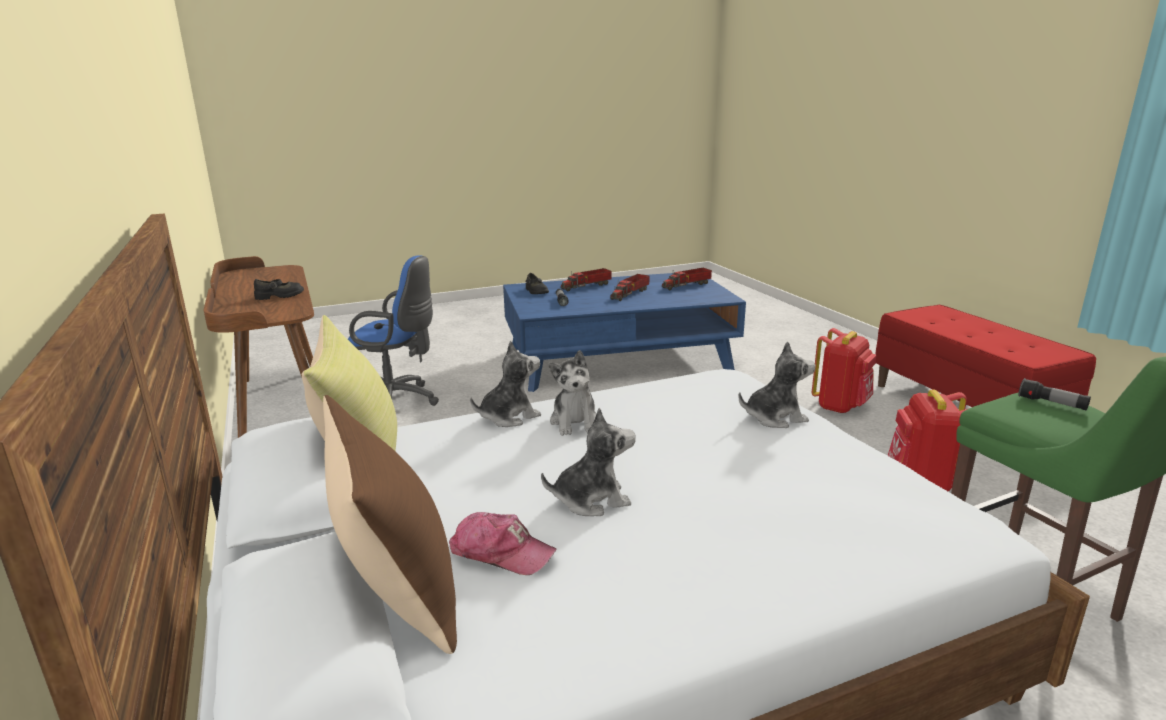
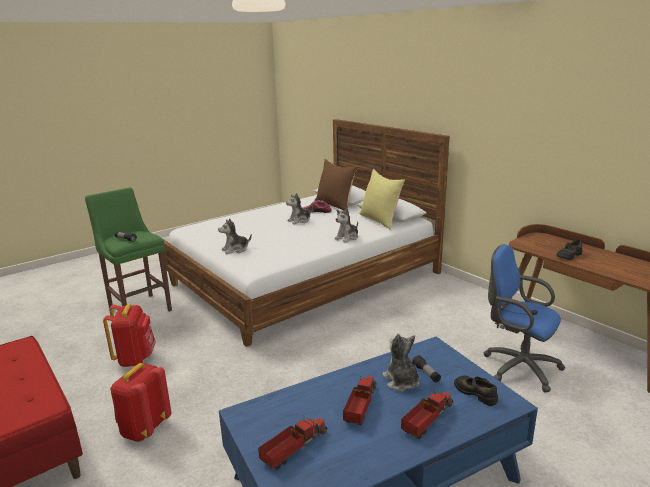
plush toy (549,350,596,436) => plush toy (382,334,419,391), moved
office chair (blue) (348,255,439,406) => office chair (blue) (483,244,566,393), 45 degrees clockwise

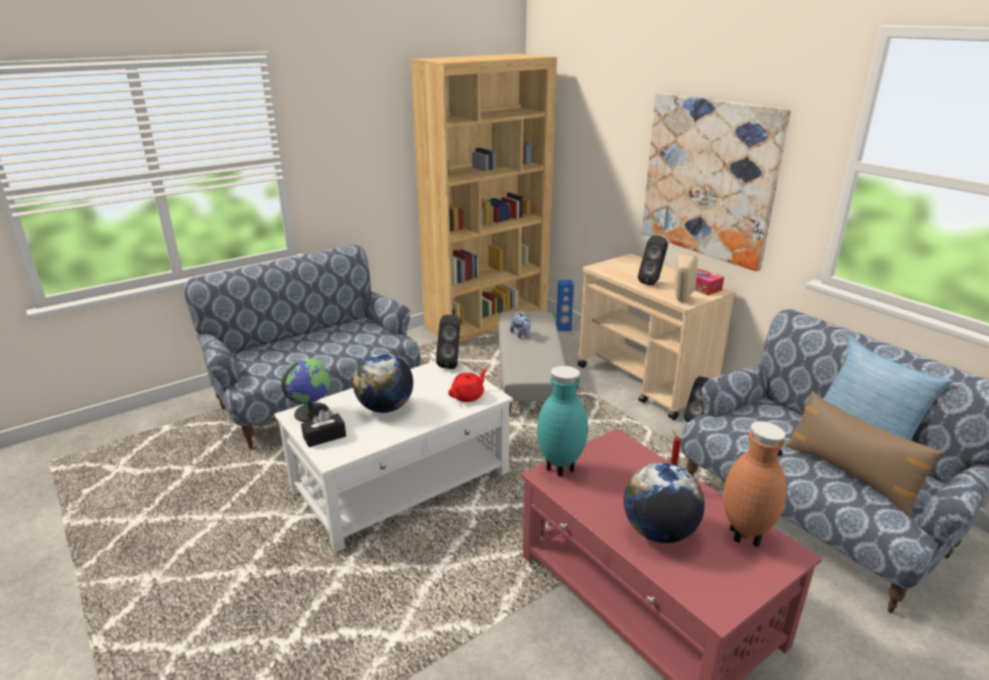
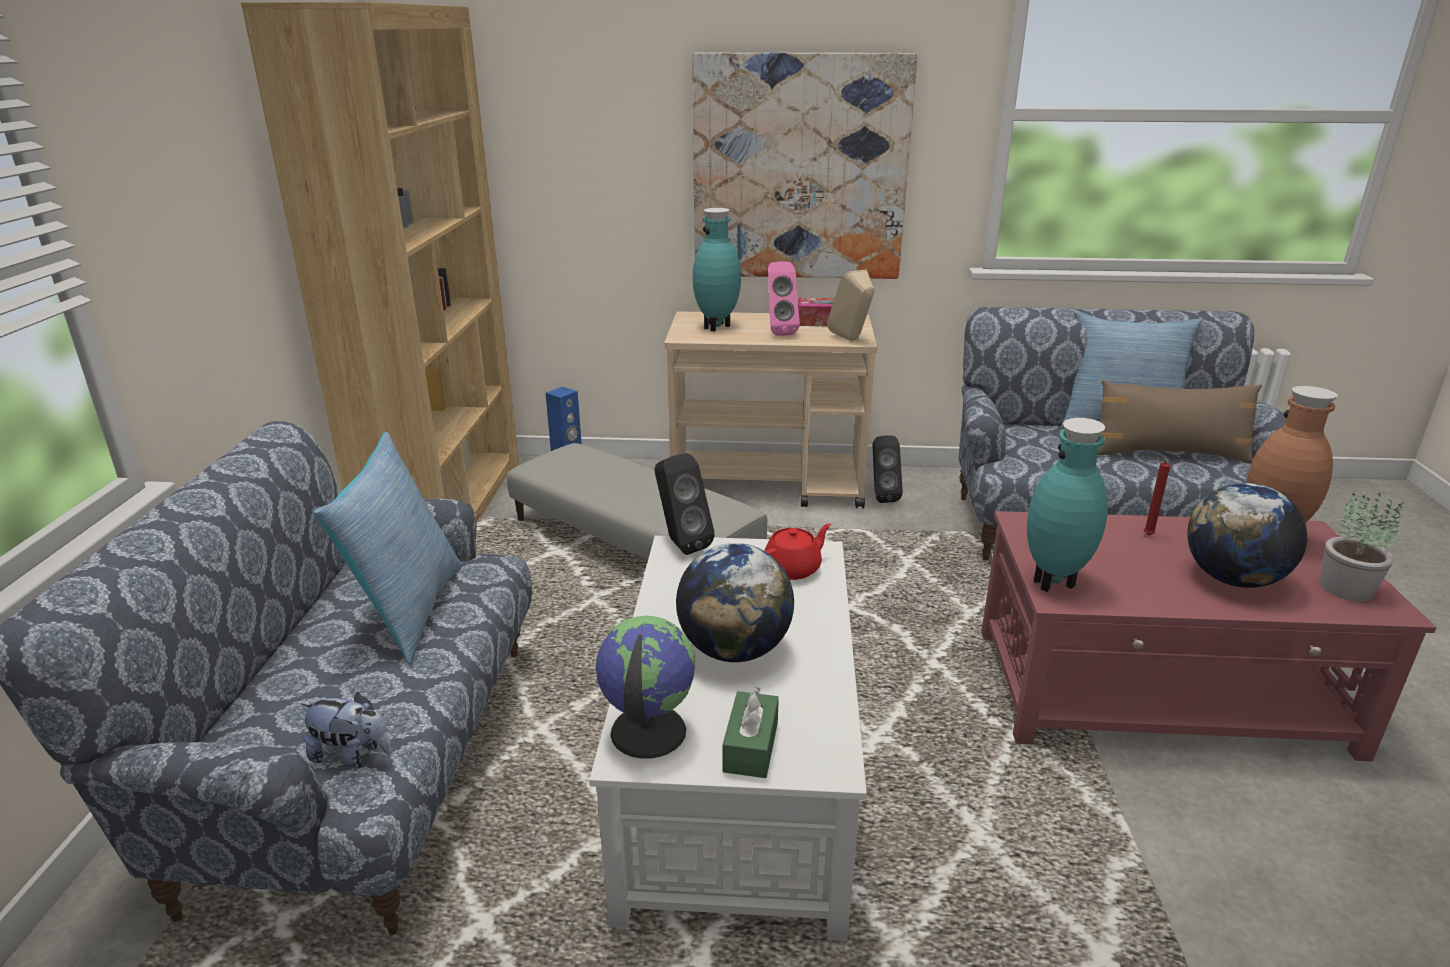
nothing => pillow (313,432,462,665)
nothing => vase (turquoise) (692,208,741,331)
nothing => potted plant (1320,493,1404,602)
plush toy (510,312,531,338) => plush toy (300,692,392,768), moved
tissue box (black) (301,410,346,447) => tissue box (green) (722,687,779,778)
speaker (black) (638,236,668,286) => speaker (pink) (768,262,800,336)
teapot (red) (448,369,487,402) => teapot (red) (764,524,831,580), 60 degrees clockwise

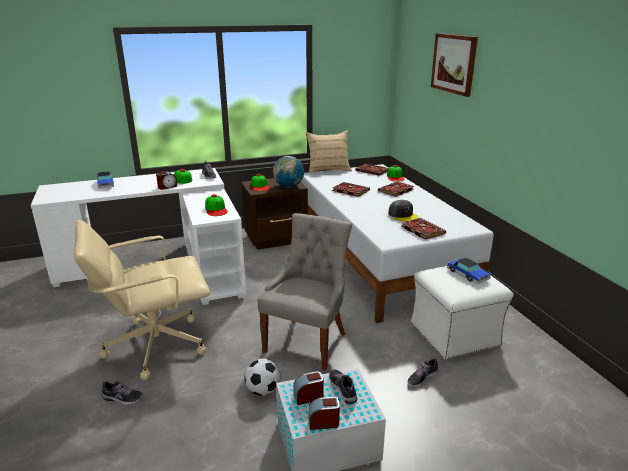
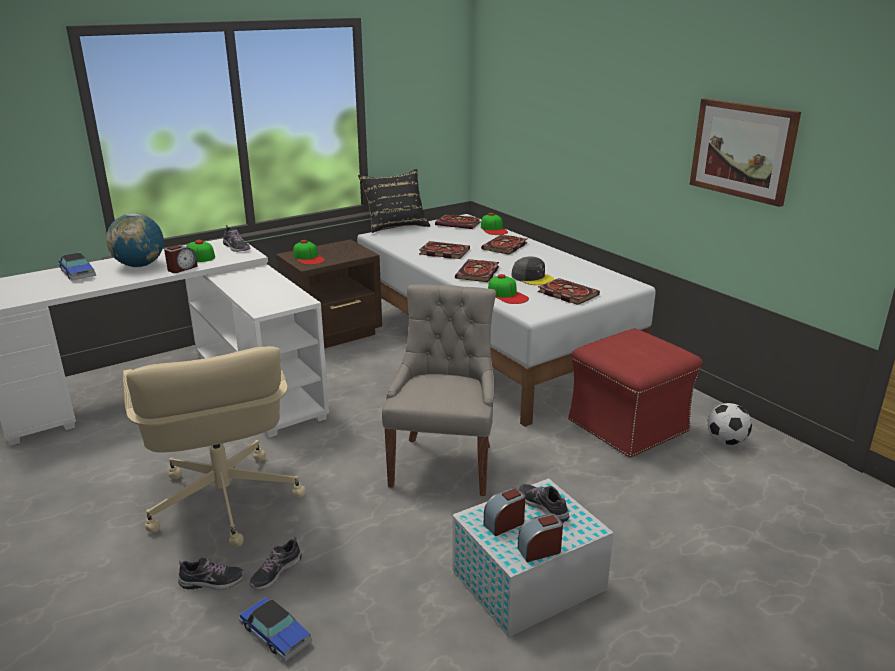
nothing => book (455,259,499,282)
cap (205,194,228,216) => cap (488,274,529,304), moved
football (245,359,280,396) => football (707,403,752,445), moved
globe (273,156,304,188) => globe (106,213,164,267), moved
shoe (408,357,438,387) => shoe (249,536,302,590), moved
picture (431,33,478,97) => picture (689,99,801,207), moved
toy car (447,258,491,284) => toy car (239,597,312,661), moved
pillow (beige) (305,131,352,173) => pillow (black) (358,169,430,233)
ottoman (white) (411,266,514,359) => ottoman (red) (568,329,703,458)
office chair (beige) (74,220,210,380) => office chair (beige) (123,346,306,547), 75 degrees counterclockwise

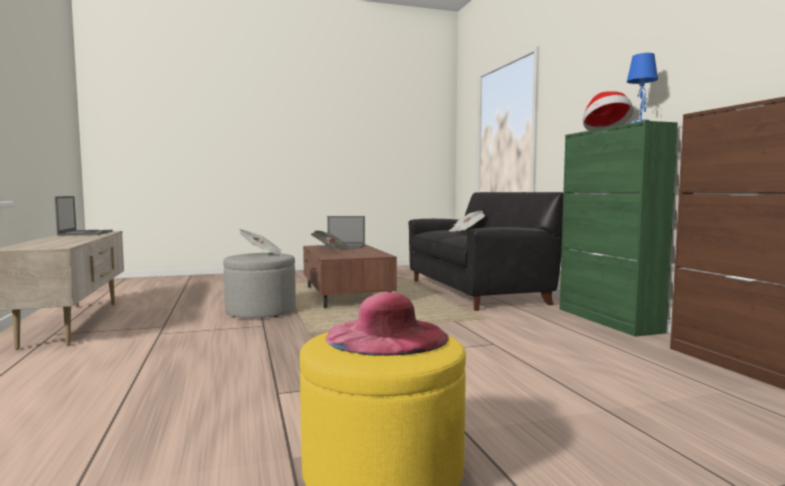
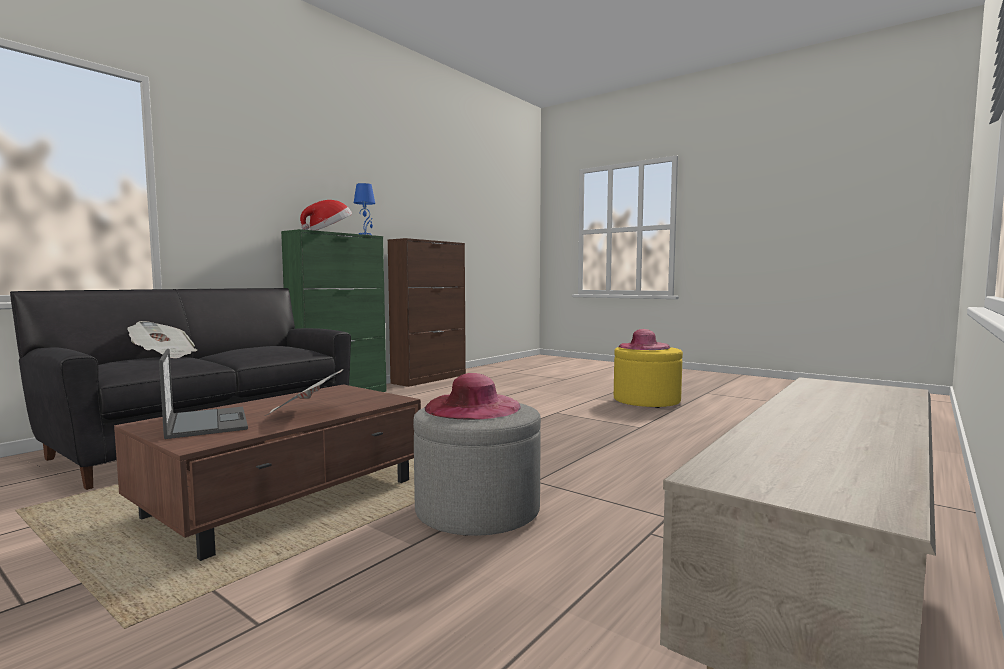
laptop (55,196,113,236) => nothing
newspaper (239,229,282,255) => hat (pink) (425,373,521,420)

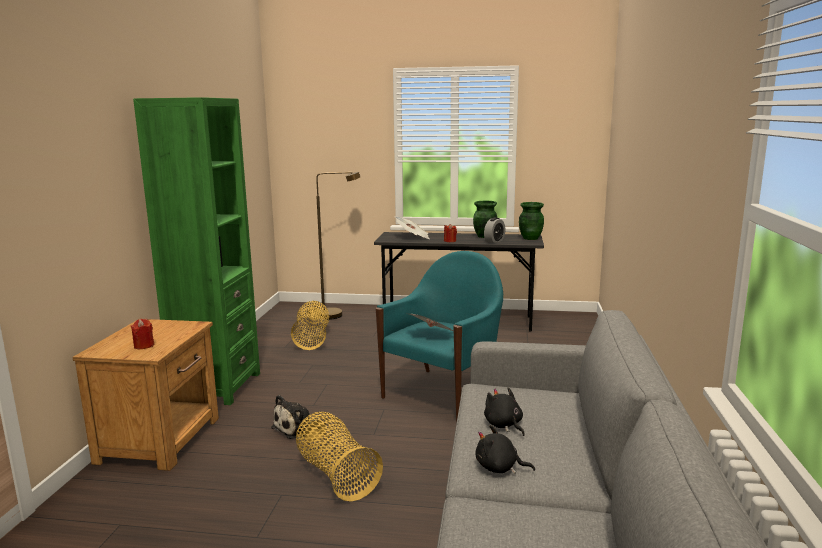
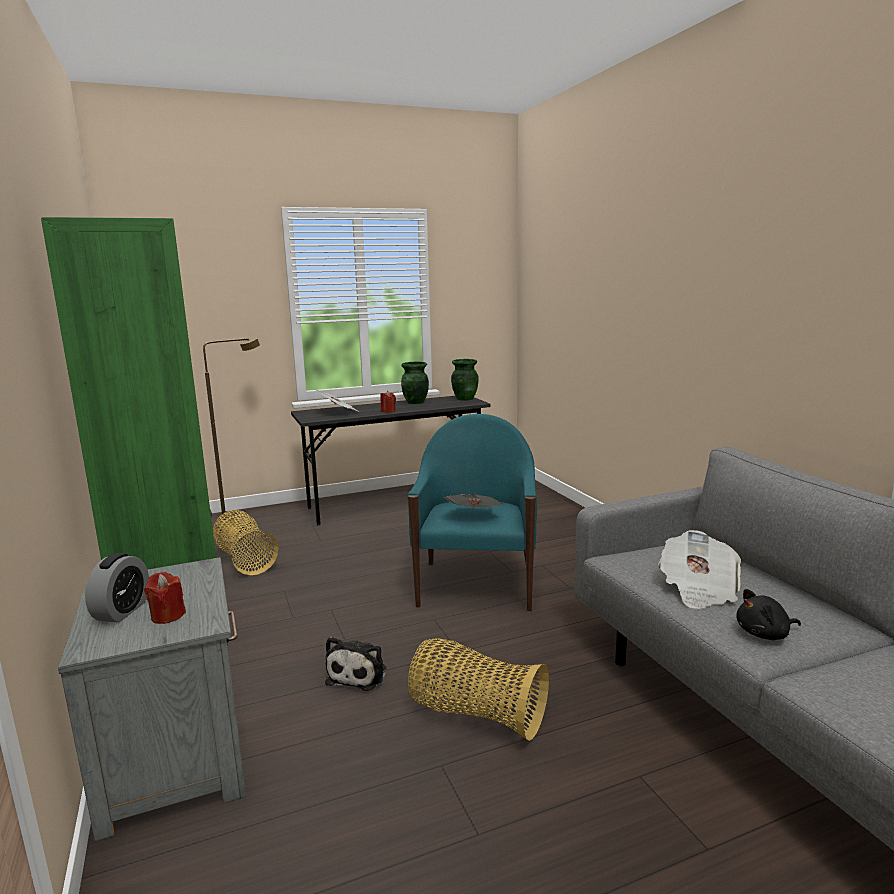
alarm clock (484,217,505,243) => alarm clock (85,553,149,623), moved
plush toy (black) (484,387,525,436) => newspaper (658,530,741,609)
nightstand (brown) (73,319,219,471) => nightstand (grey) (58,557,246,842)

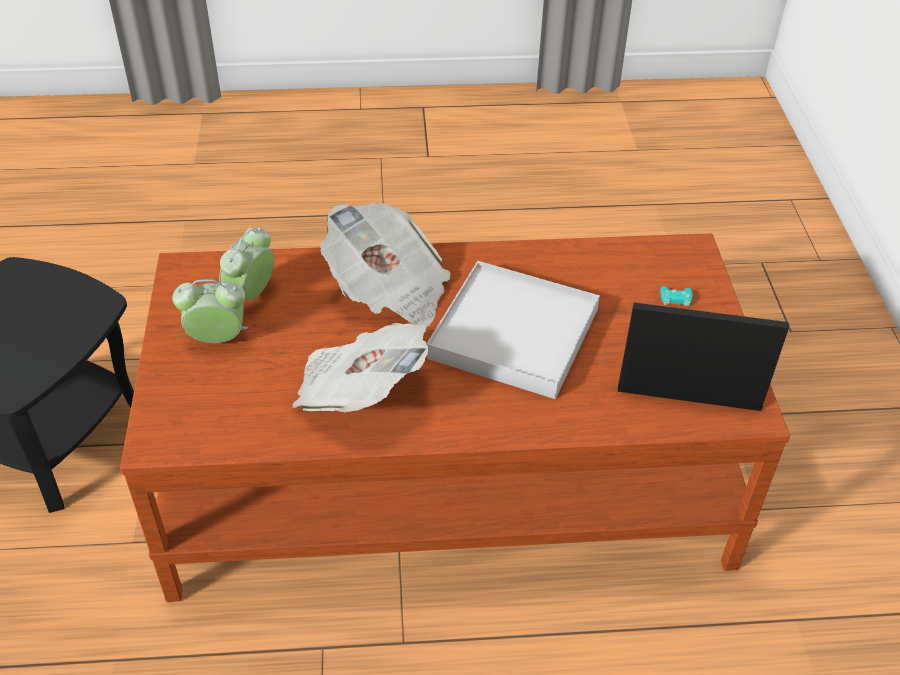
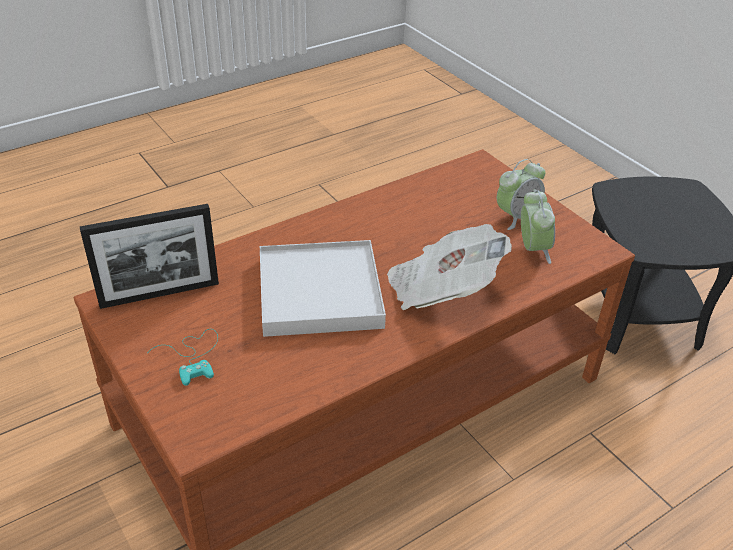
newspaper (292,323,428,412) => nothing

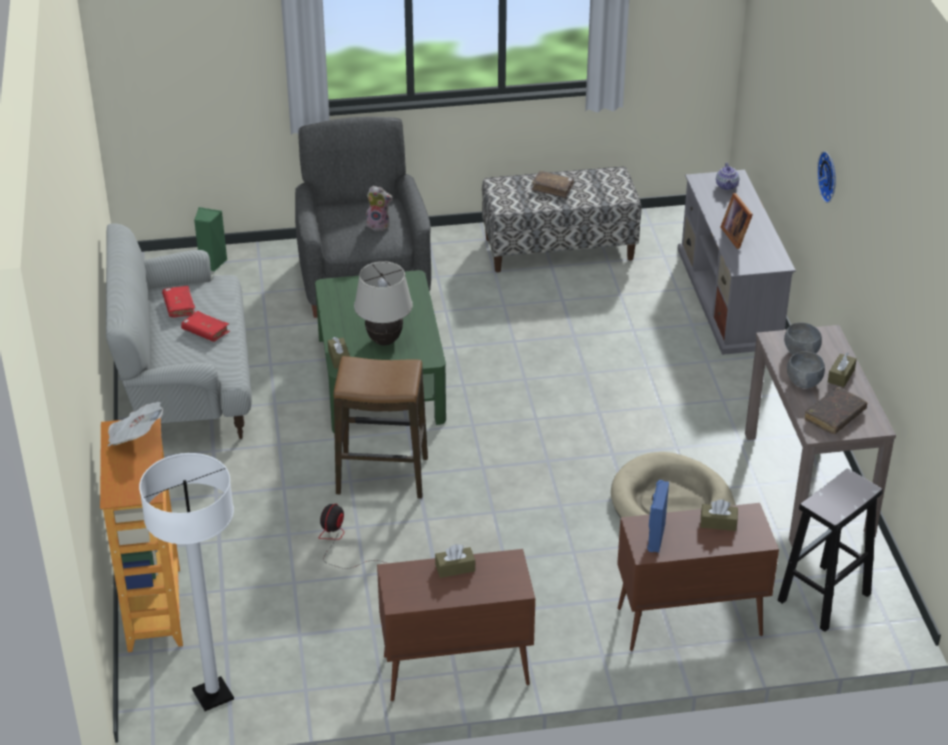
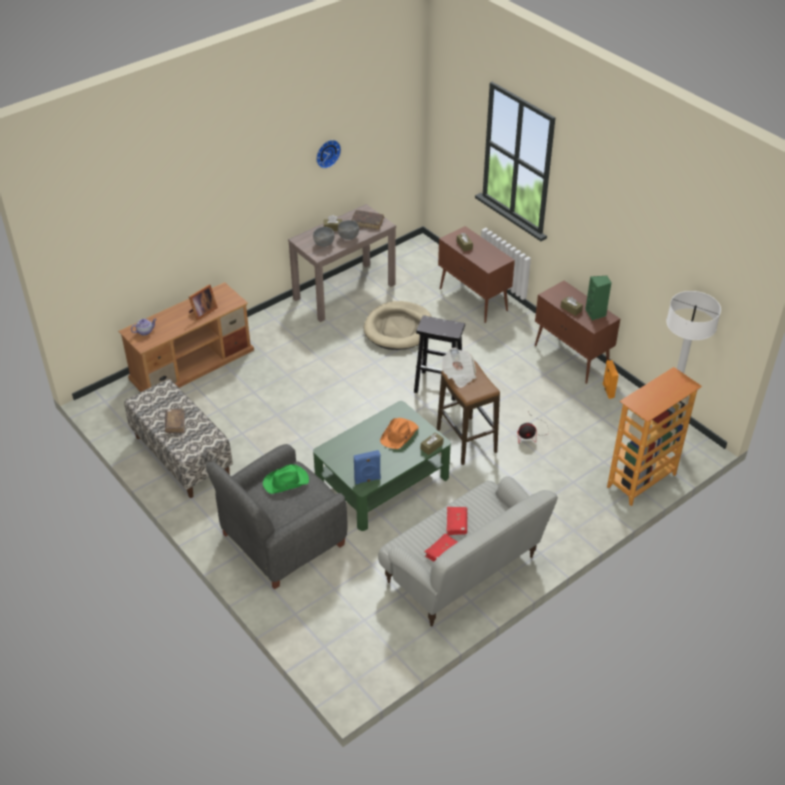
nothing => speaker (orange) (603,360,619,399)
newspaper (108,402,163,446) => newspaper (442,348,476,388), moved
speaker (green) (194,207,227,272) => speaker (green) (585,276,612,321), moved
speaker (blue) (647,480,669,552) => speaker (blue) (354,450,381,484), moved
stool (black) (778,468,883,632) => stool (black) (414,315,465,401), moved
wall clock (817,151,836,203) => wall clock (316,140,341,169), moved
table lamp (beige) (354,261,413,346) => hat (orange) (380,418,419,449)
plush toy (366,186,393,231) => hat (green) (263,464,309,494)
tv stand (grey) (677,170,796,355) => tv stand (brown) (118,282,254,392)

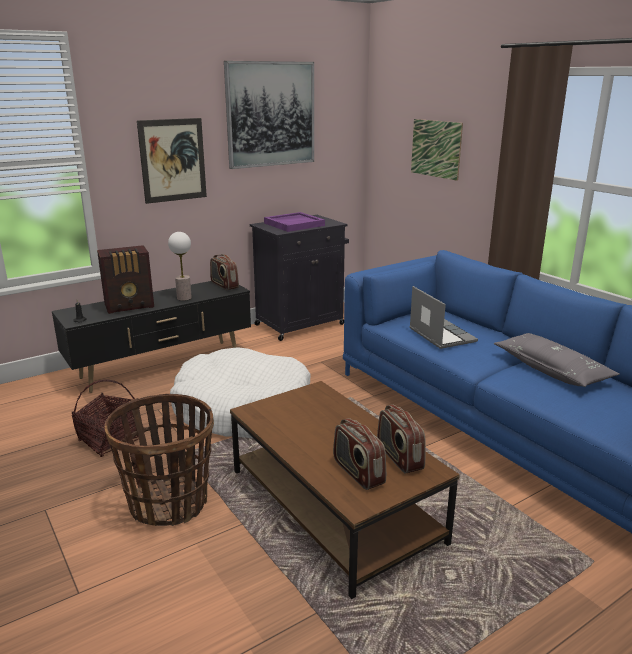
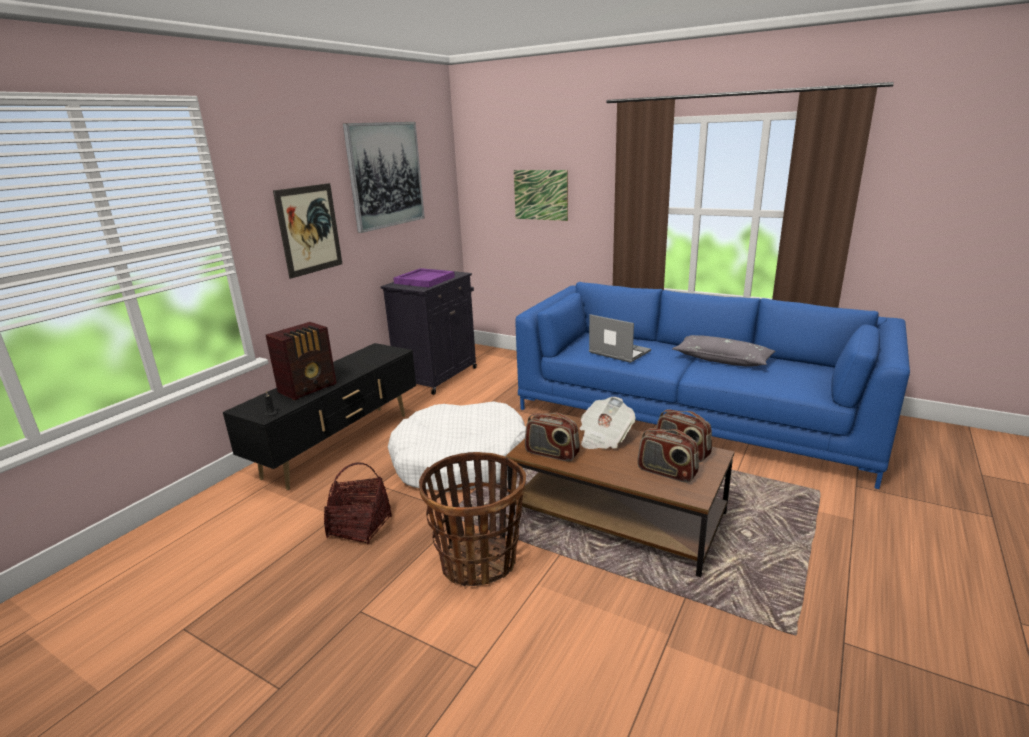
table lamp (168,232,192,301) => nothing
nothing => newspaper (579,397,636,449)
radio (210,254,239,290) => radio (525,413,580,462), moved

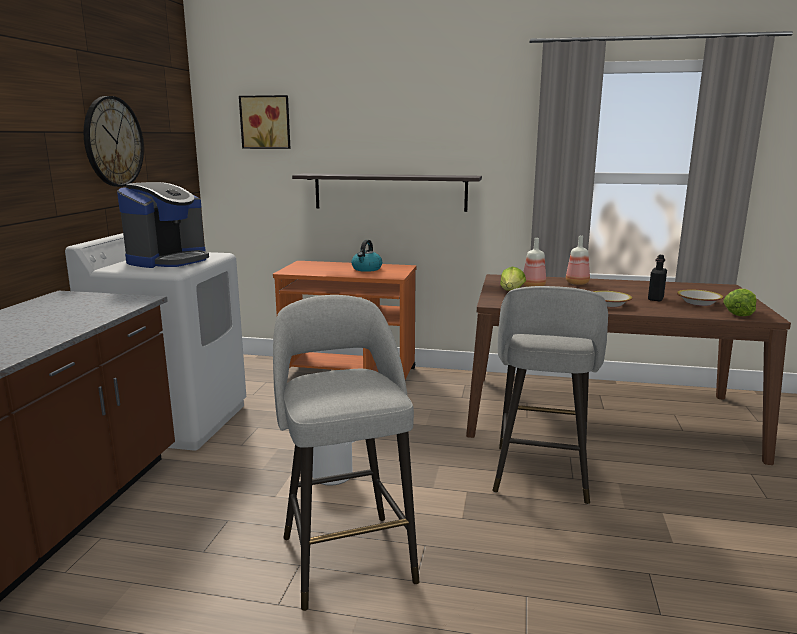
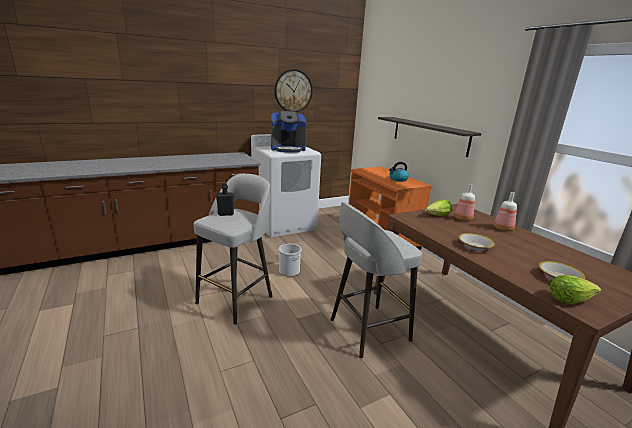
picture (239,95,291,149) => nothing
bottle (black) (648,255,667,301) => bottle (black) (216,183,234,216), moved

